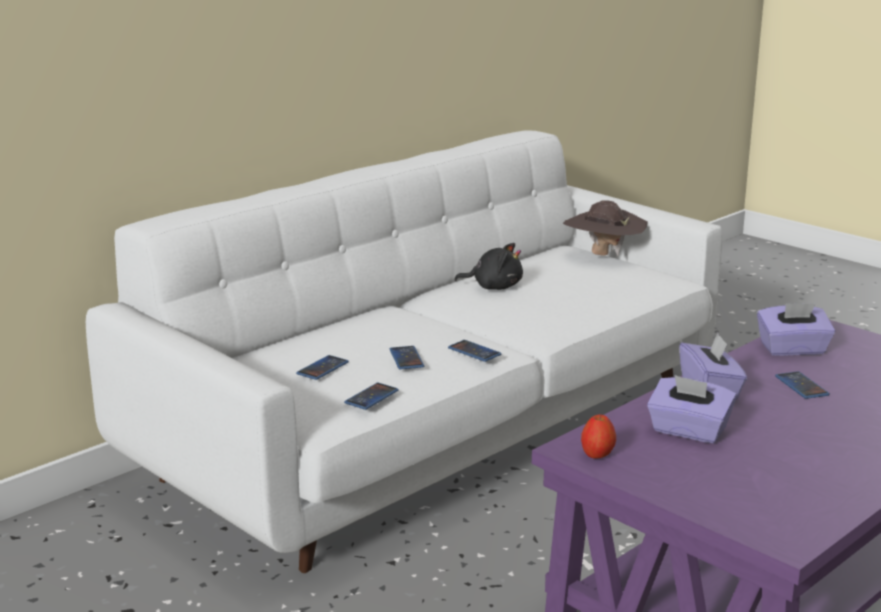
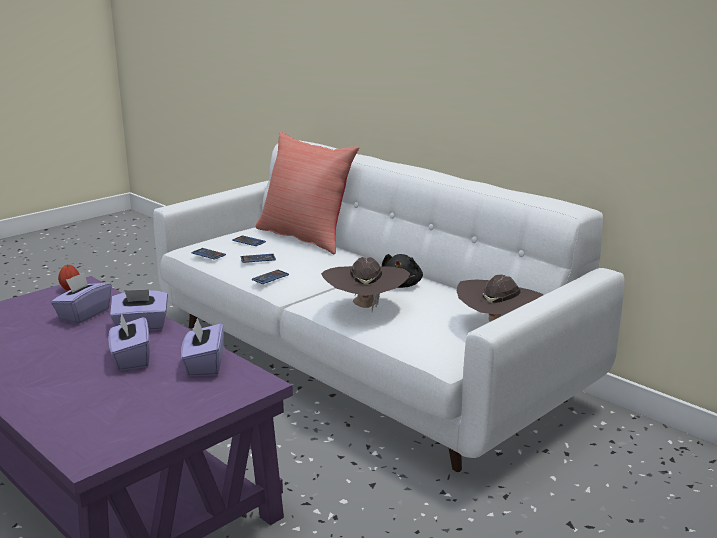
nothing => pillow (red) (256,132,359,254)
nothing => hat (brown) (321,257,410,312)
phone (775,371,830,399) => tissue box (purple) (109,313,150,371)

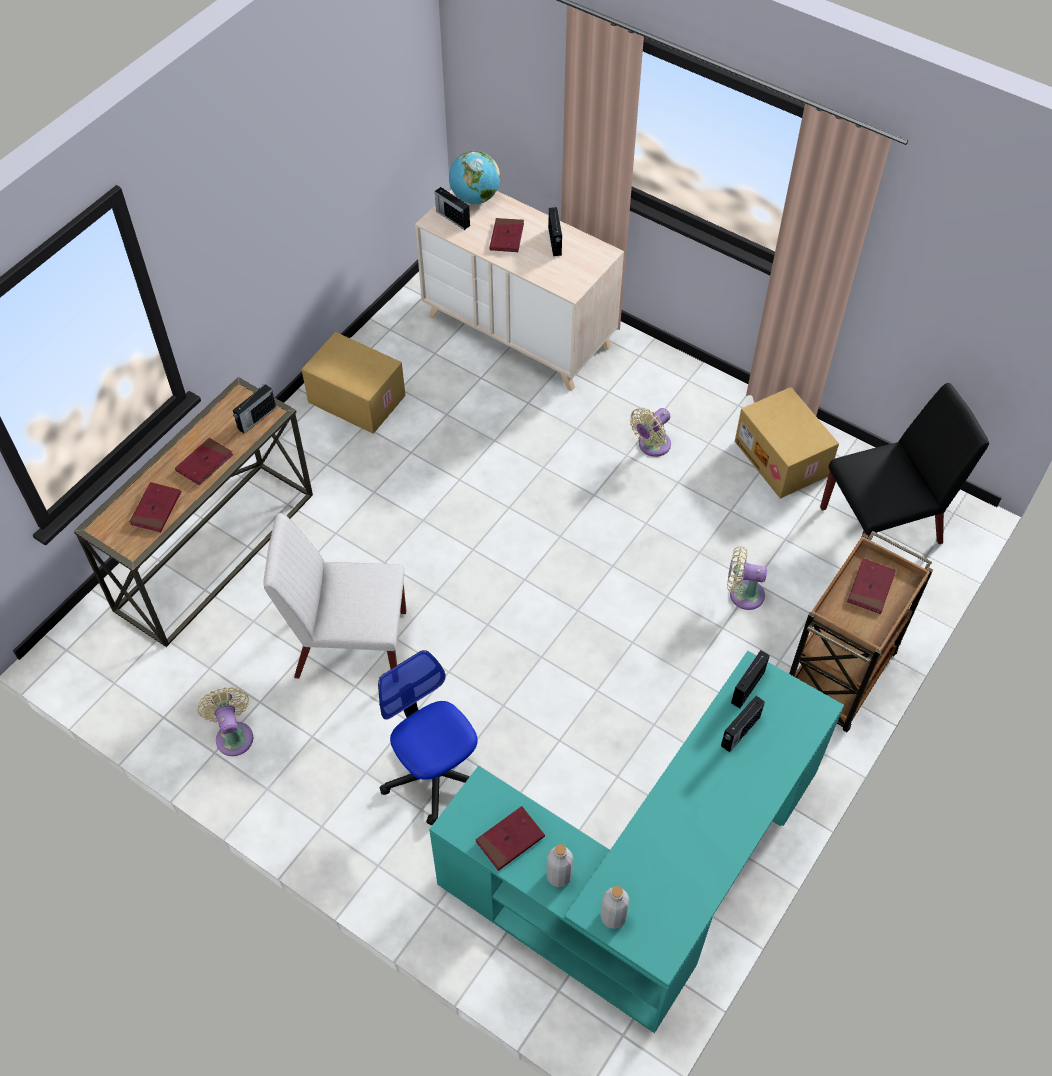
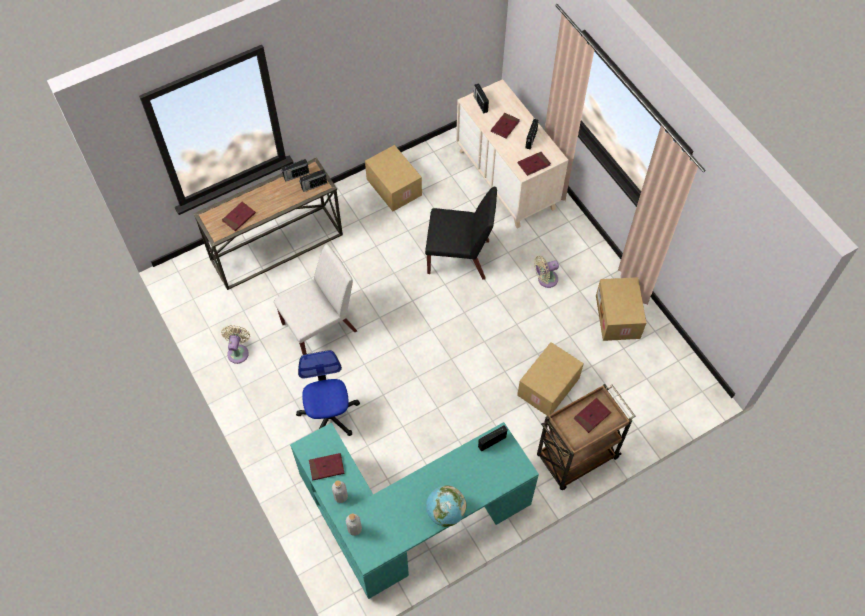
book (red) (175,438,233,485) => book (red) (518,152,551,176), moved
globe (449,151,500,204) => globe (426,485,466,527), moved
radio (721,696,765,753) => radio (281,159,309,182), moved
chair (black) (820,383,989,544) => chair (black) (425,187,497,280), moved
fan (beige) (727,546,767,610) => cardboard box (517,342,584,416)
chair (white) (263,513,406,678) => chair (white) (274,244,357,355), 120 degrees clockwise

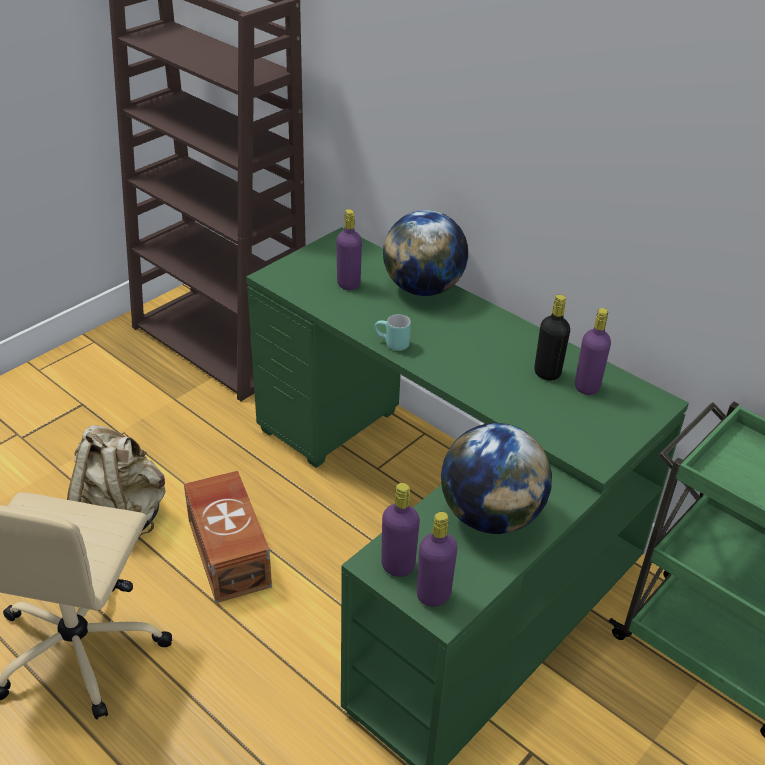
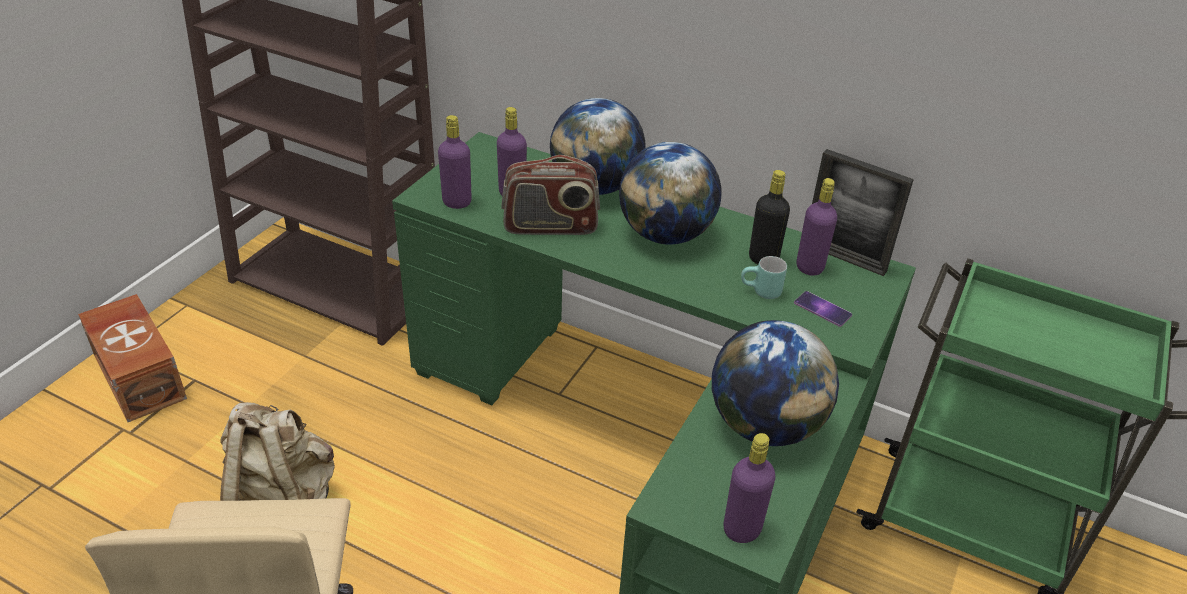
nothing => radio (501,155,600,235)
nothing => globe (619,142,722,245)
nothing => phone (794,291,852,327)
nothing => picture frame (812,149,914,276)
storage box (brown) (184,471,272,603) => storage box (brown) (78,294,187,422), moved
mug (turquoise) (375,314,411,351) => mug (turquoise) (741,256,787,299), moved
bottle (purple) (381,483,420,577) => bottle (purple) (438,115,472,209), moved

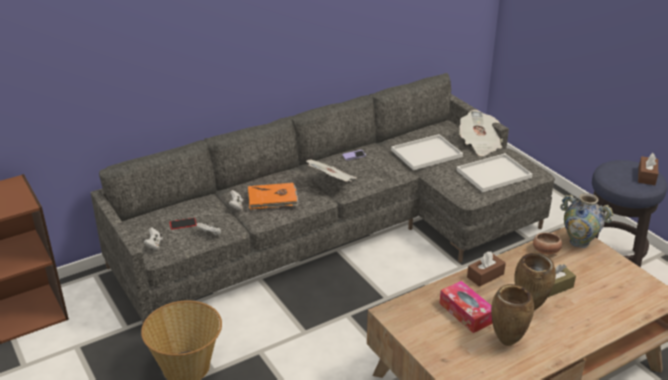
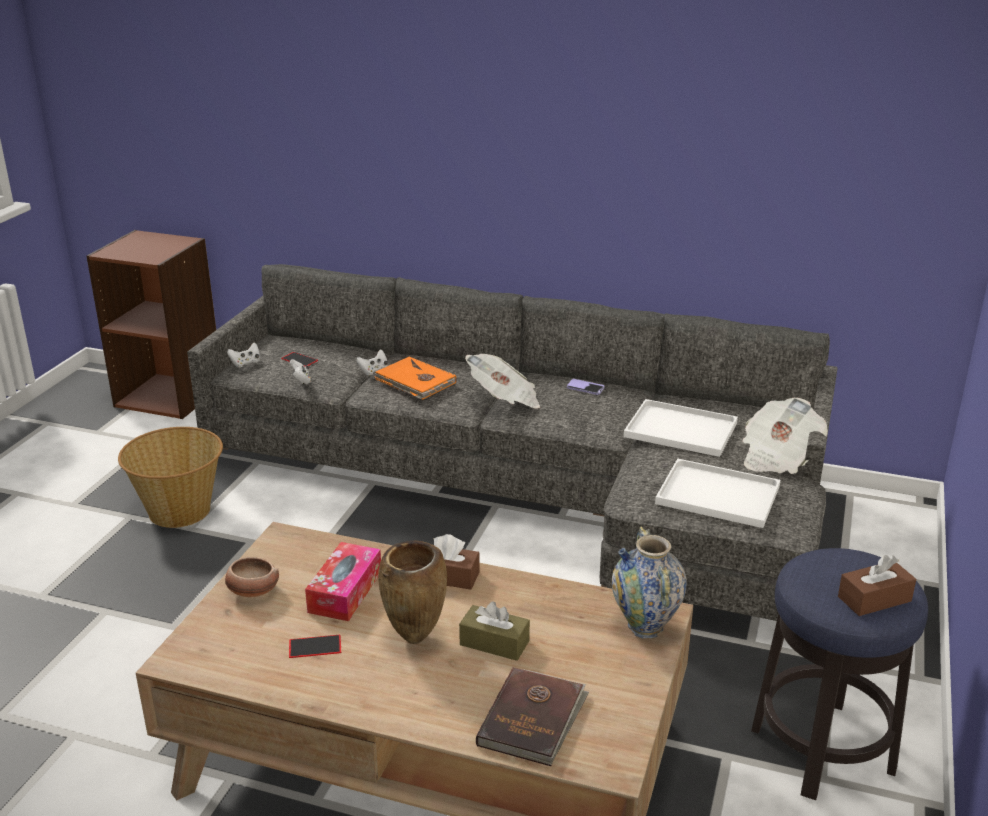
nothing => book (brown) (476,667,589,766)
bowl (533,232,562,254) => bowl (225,557,279,597), moved
vase (brown) (491,284,534,346) => phone (289,635,341,658)

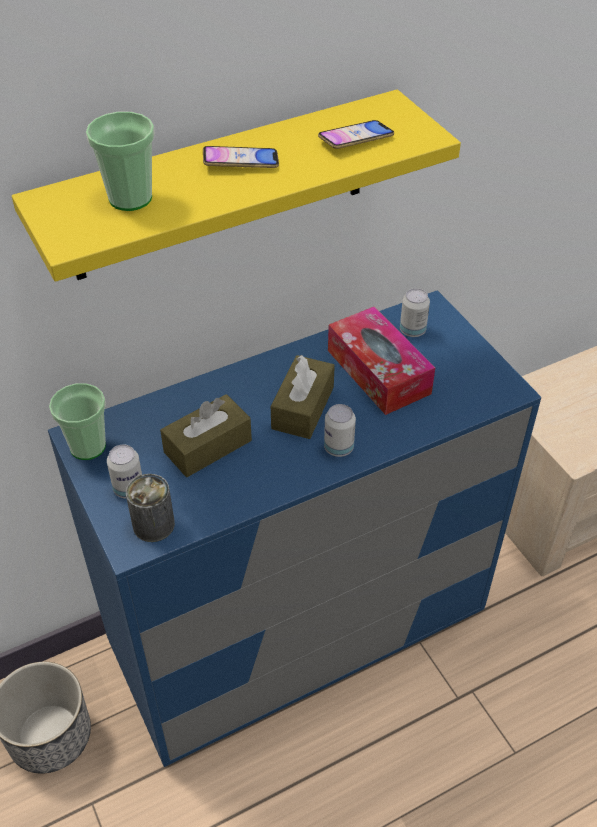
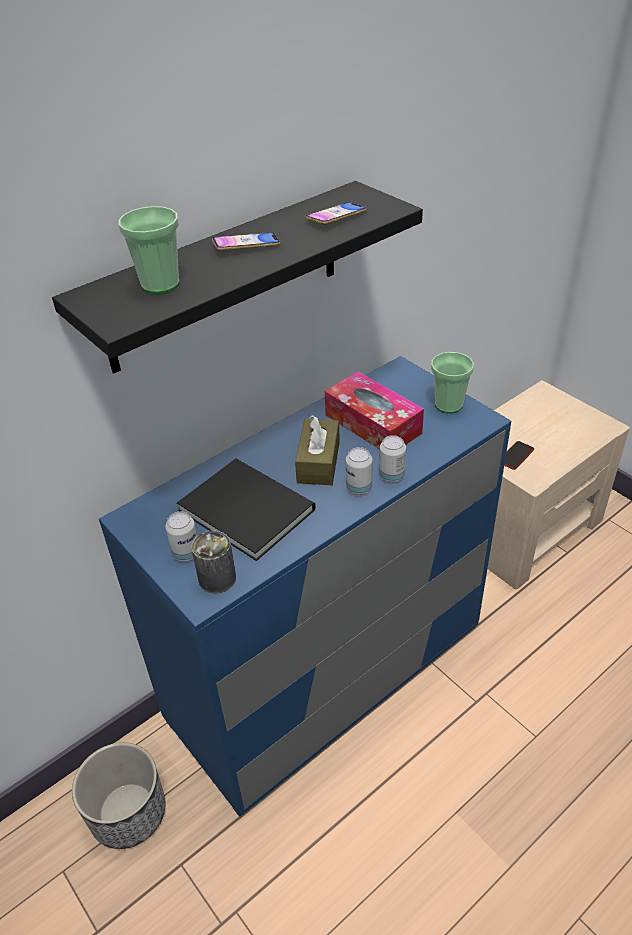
nothing => phone (504,441,534,470)
cup (49,383,106,460) => cup (431,352,474,414), moved
can (400,288,430,337) => can (379,435,406,482), moved
tissue box (brown) (160,394,252,477) => book (black) (177,459,316,561)
shelf (yellow) (12,90,461,282) => shelf (black) (52,181,423,373)

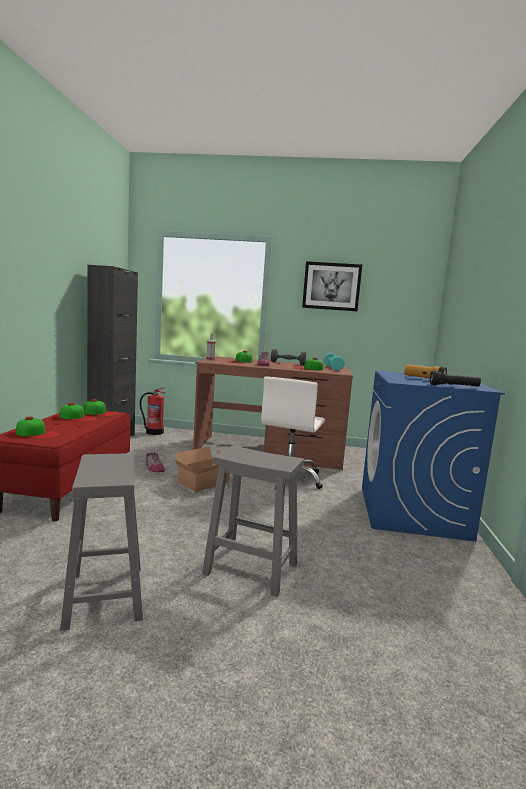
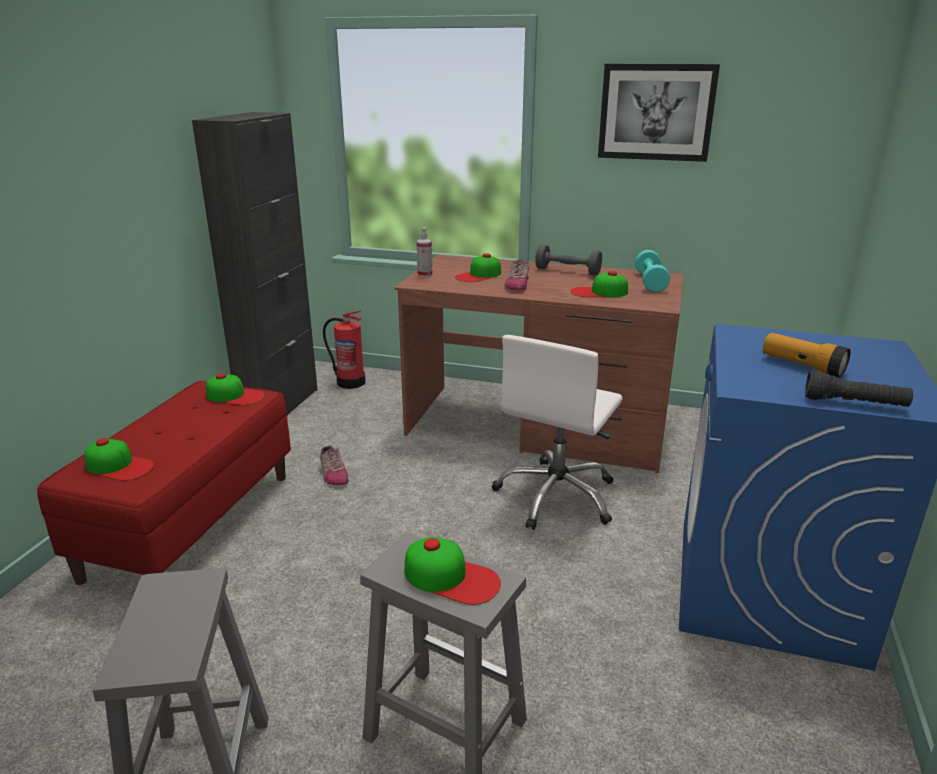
cardboard box (175,446,230,492) => nothing
cap (60,403,97,422) => cap (404,537,501,605), moved

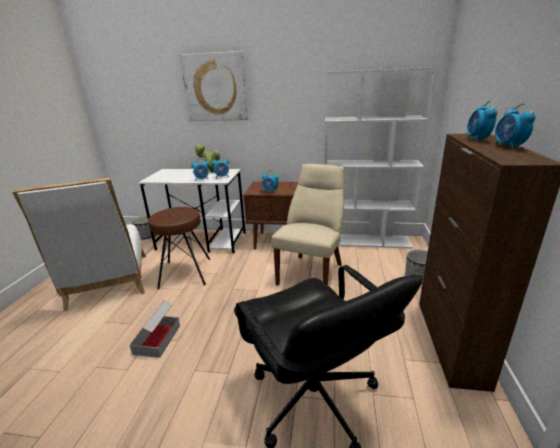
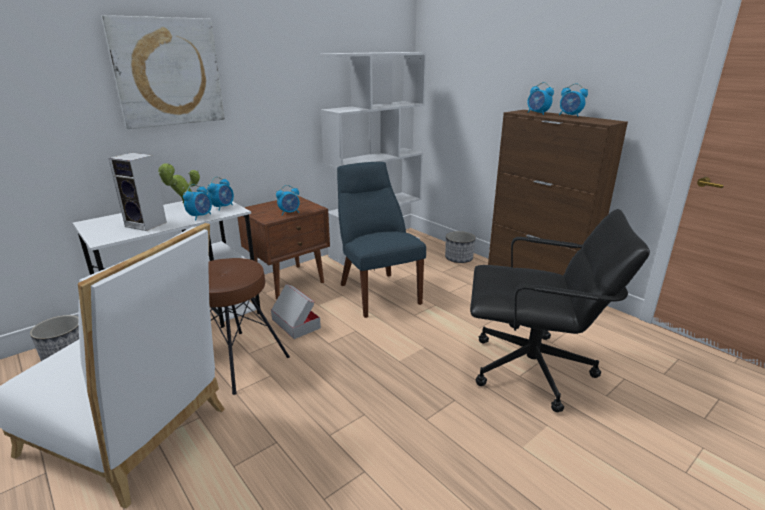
nothing => speaker (108,153,167,231)
cardboard box (130,300,180,358) => cardboard box (271,284,321,339), moved
chair (beige) (272,164,344,286) => chair (blue) (337,162,426,318)

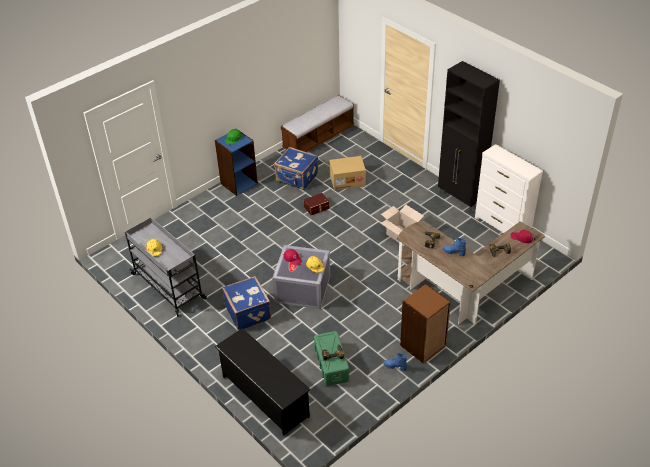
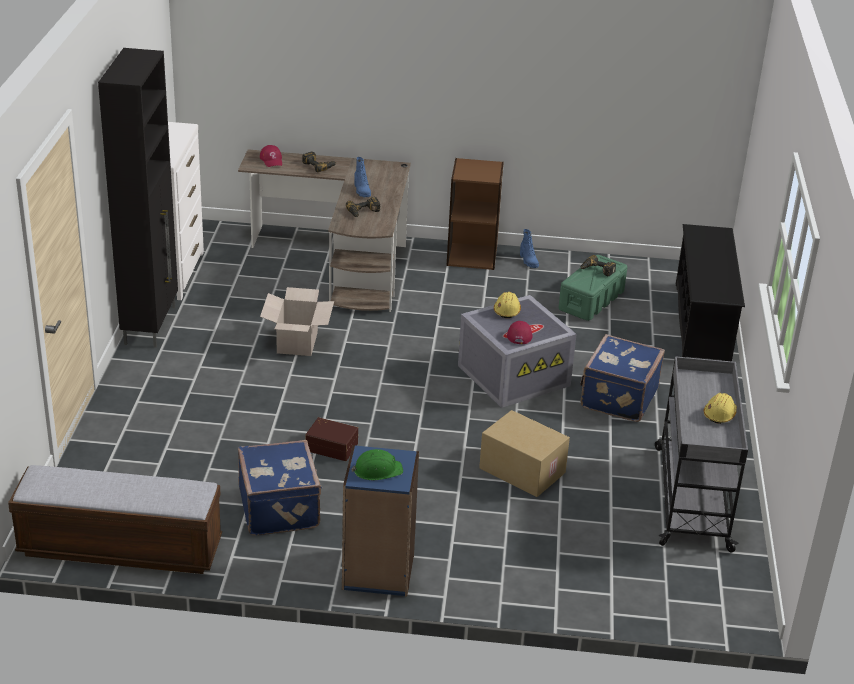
cardboard box (330,156,366,190) => cardboard box (479,410,570,497), moved

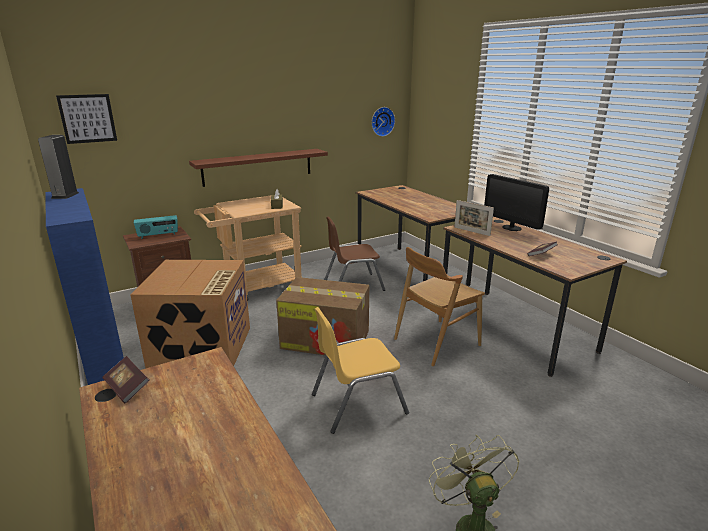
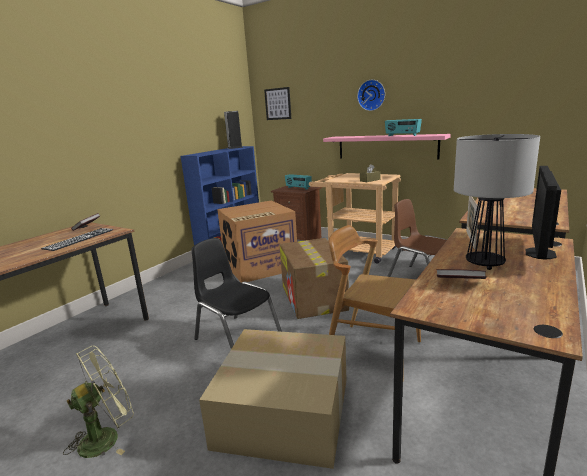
nothing => keyboard (41,228,113,251)
nothing => cardboard box (199,329,347,469)
nothing => radio (385,119,422,136)
nothing => table lamp (454,134,540,270)
wall clock (372,107,395,137) => wall clock (357,80,385,111), moved
shelf (brown) (189,149,328,187) => shelf (pink) (323,134,451,159)
chair (yellow) (312,307,409,434) => chair (black) (191,238,282,349)

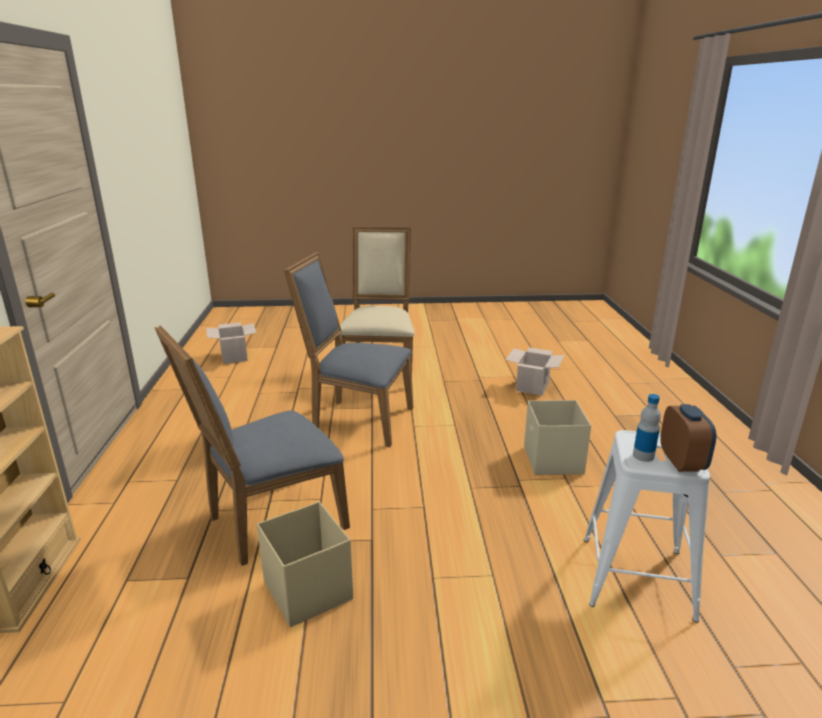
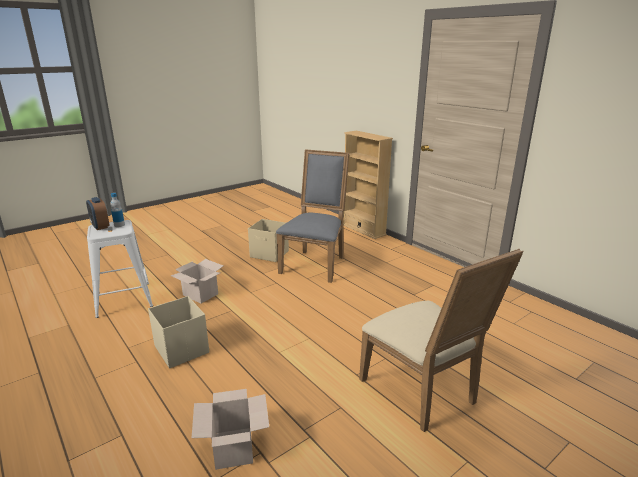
chair (grey) (284,252,414,447) => nothing
cardboard box (206,322,257,364) => cardboard box (171,259,223,304), moved

